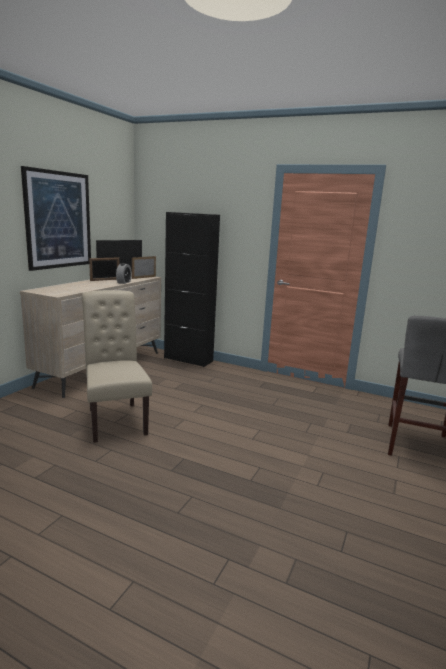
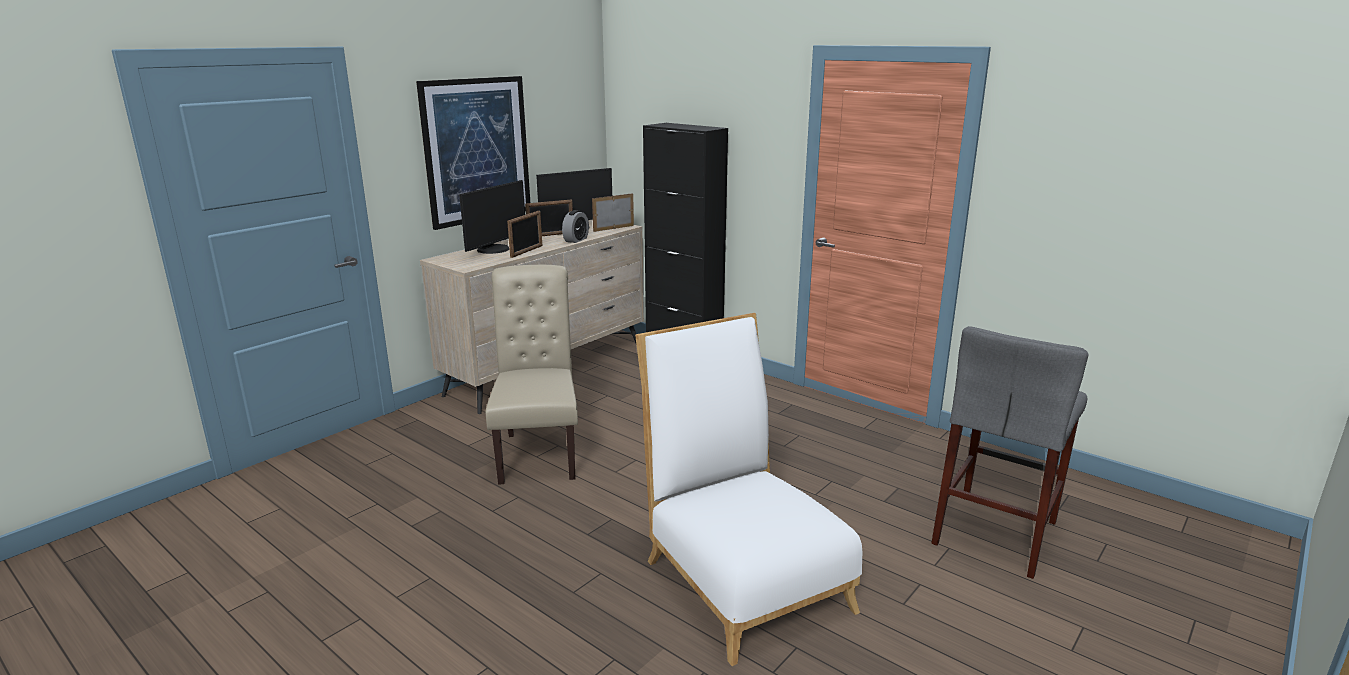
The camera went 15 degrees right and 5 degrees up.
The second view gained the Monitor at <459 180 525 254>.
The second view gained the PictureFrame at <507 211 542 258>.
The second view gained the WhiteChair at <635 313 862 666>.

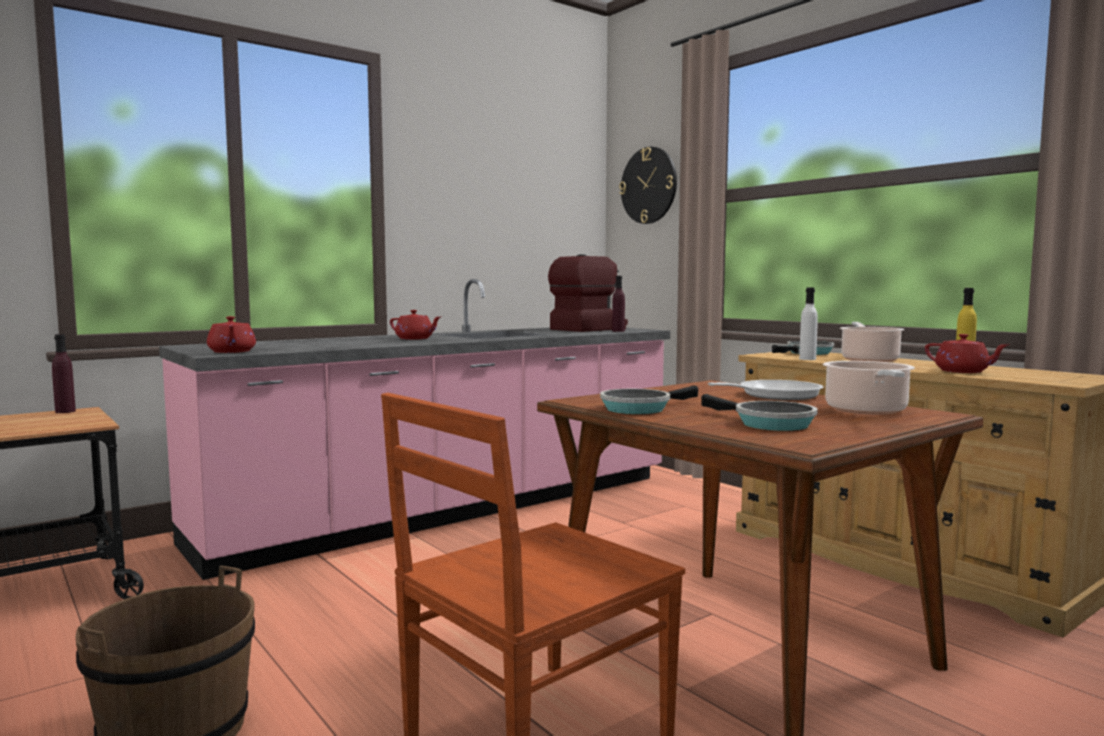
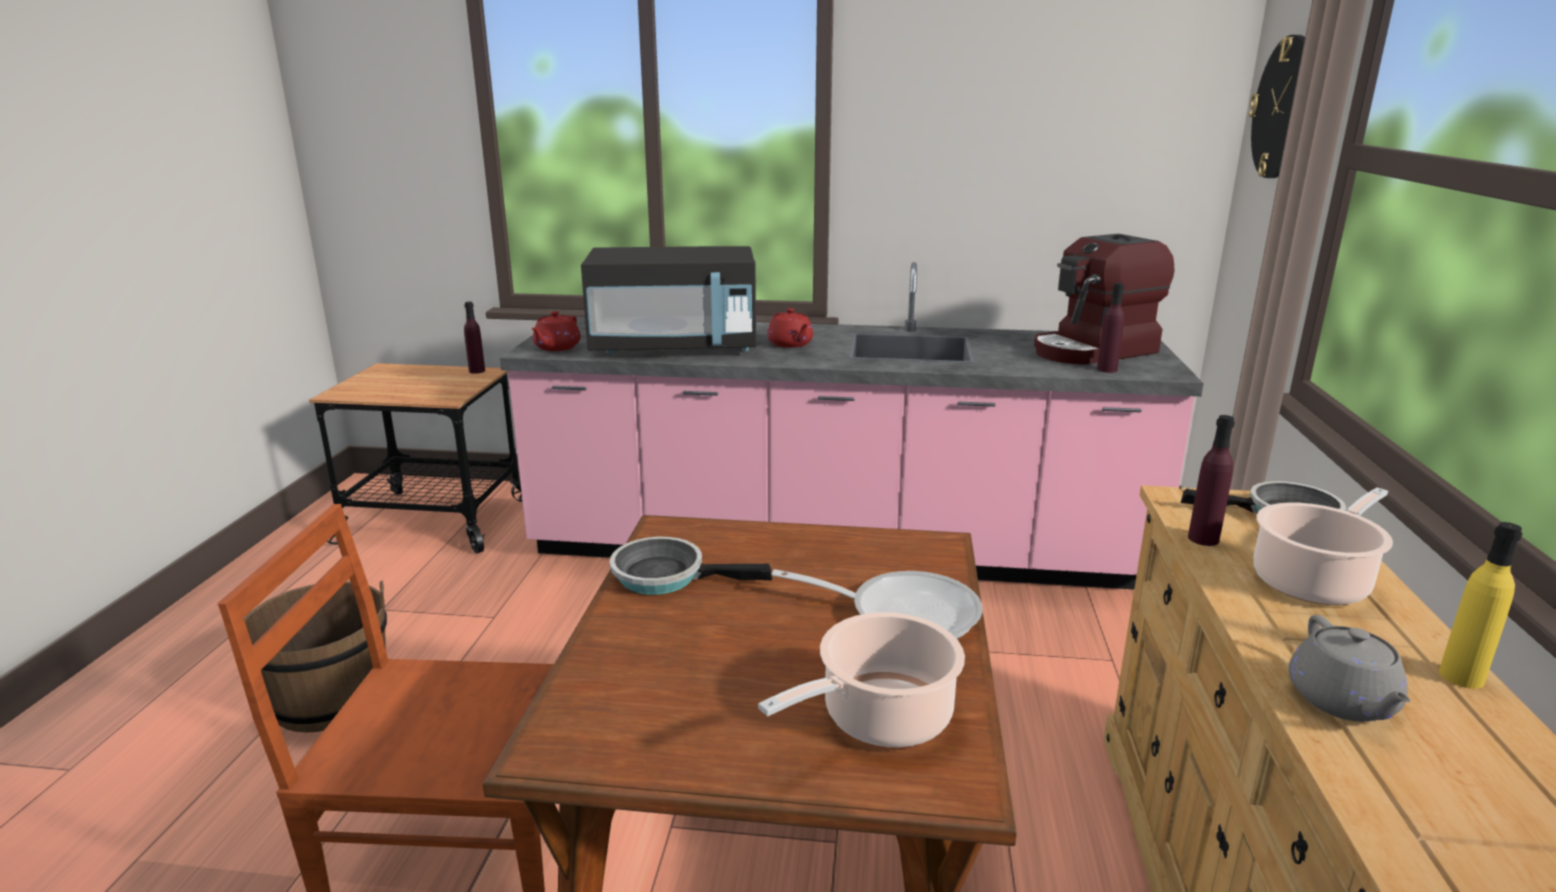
The camera went 45 degrees right and 15 degrees up.
The CoffeeMachine at <548 254 628 332> ended up facing another way, 150 degrees clockwise from before.
What was the WhiteBottle at <799 287 818 360> turned into the PurpleBottle at <1188 415 1235 546>.
What was the RedTeapot at <925 334 1008 373> turned into the GreyTeapot at <1288 615 1411 722>.
The second view lost the FryingPan at <701 394 818 431>.
The second view gained the BlackMicrowave at <581 246 756 354>.

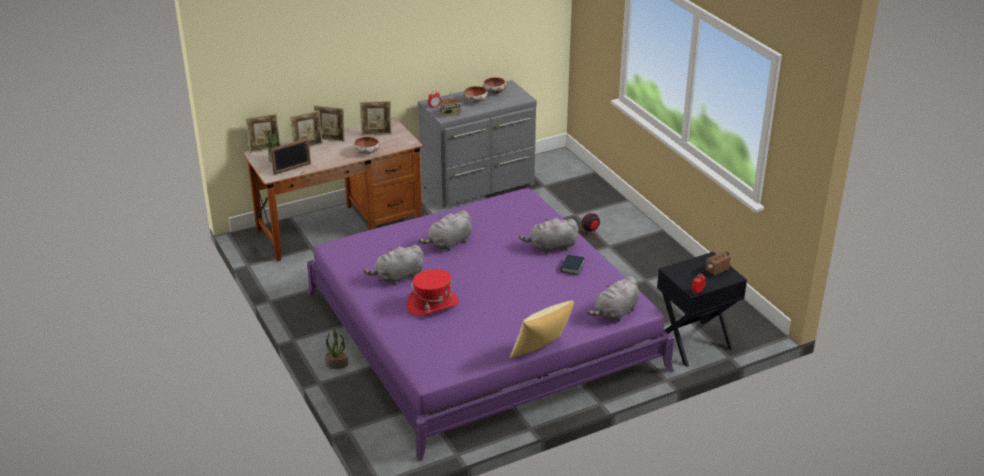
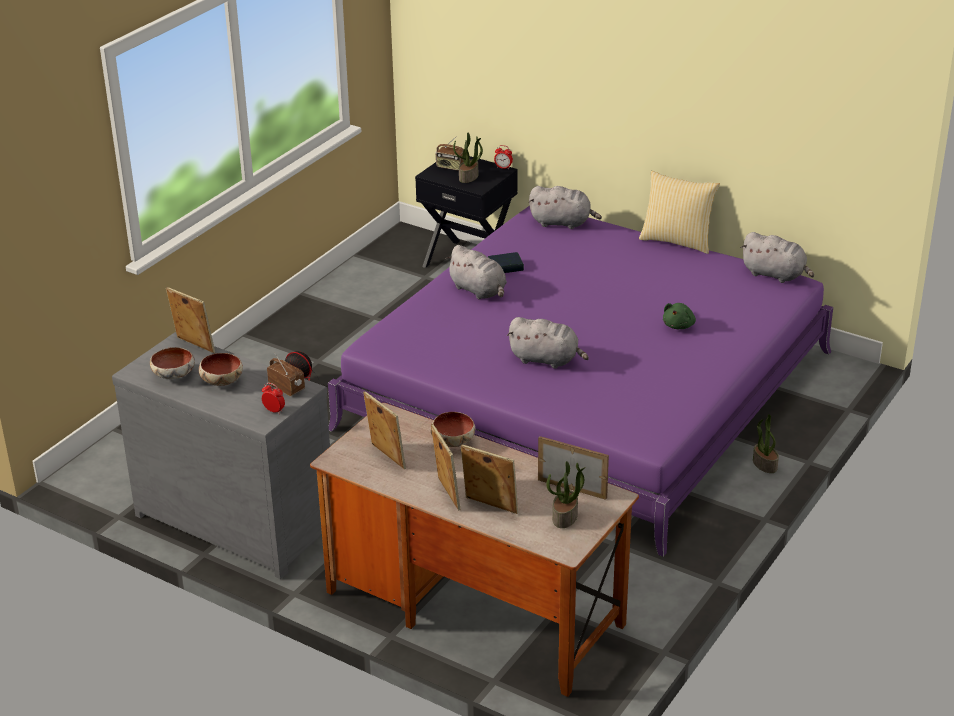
The camera went 120 degrees left and 0 degrees up.
The PictureFrame ended up elsewhere, having gone from <246 114 280 153> to <166 287 215 353>.
The GreyPlushToy ended up elsewhere, having gone from <364 245 424 285> to <741 232 814 283>.
Where the RedHat stood at <406 269 459 316>, the GreenPlushToy came to stand at <663 303 696 329>.
The second view gained the PottedPlant at <453 133 483 183>.

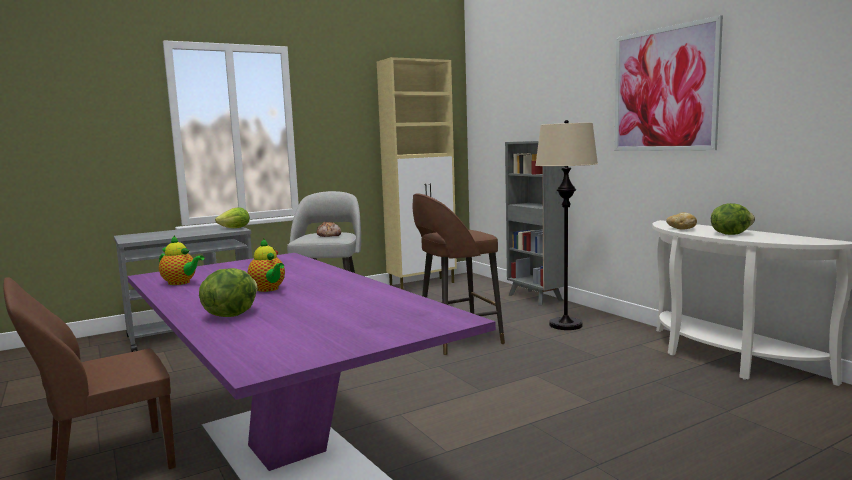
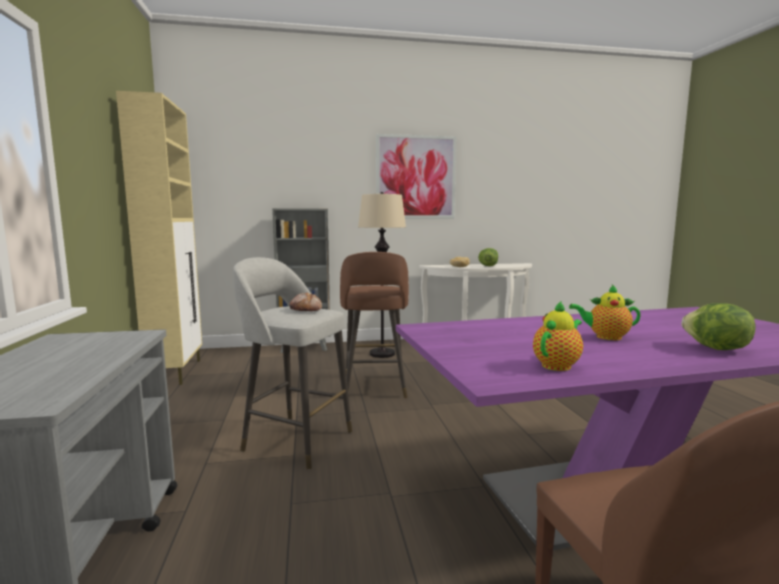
The camera went 70 degrees left and 0 degrees up.
The second view lost the Lettuce at <215 207 250 228>.
The Teapot at <248 239 285 292> ended up facing another way, 150 degrees counterclockwise from before.

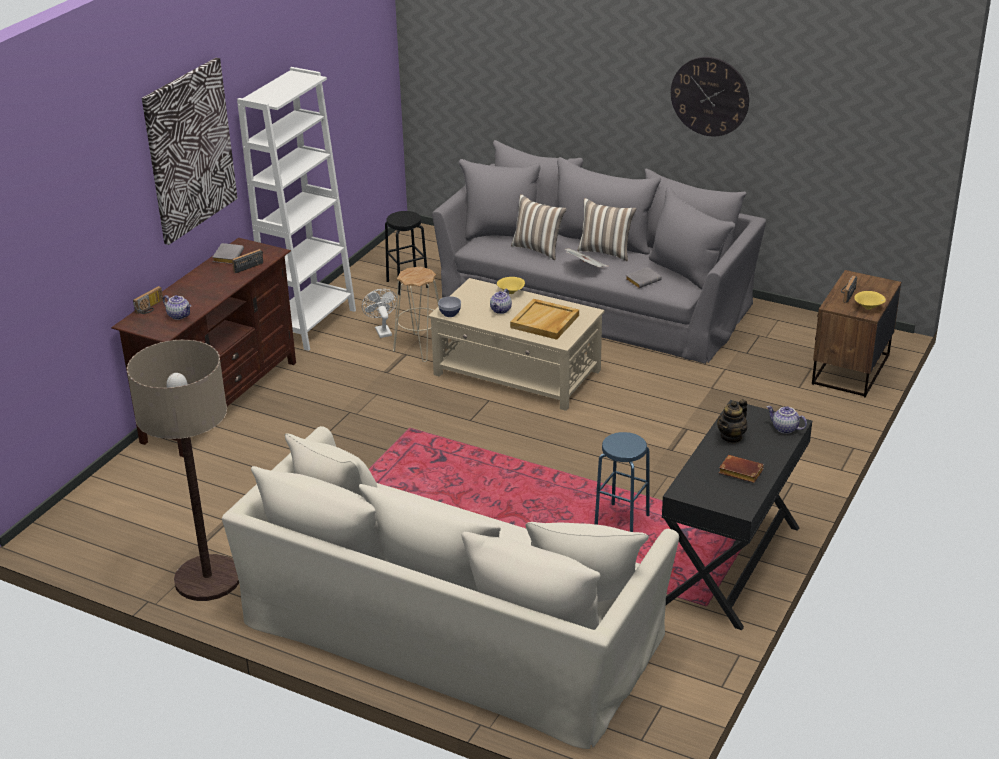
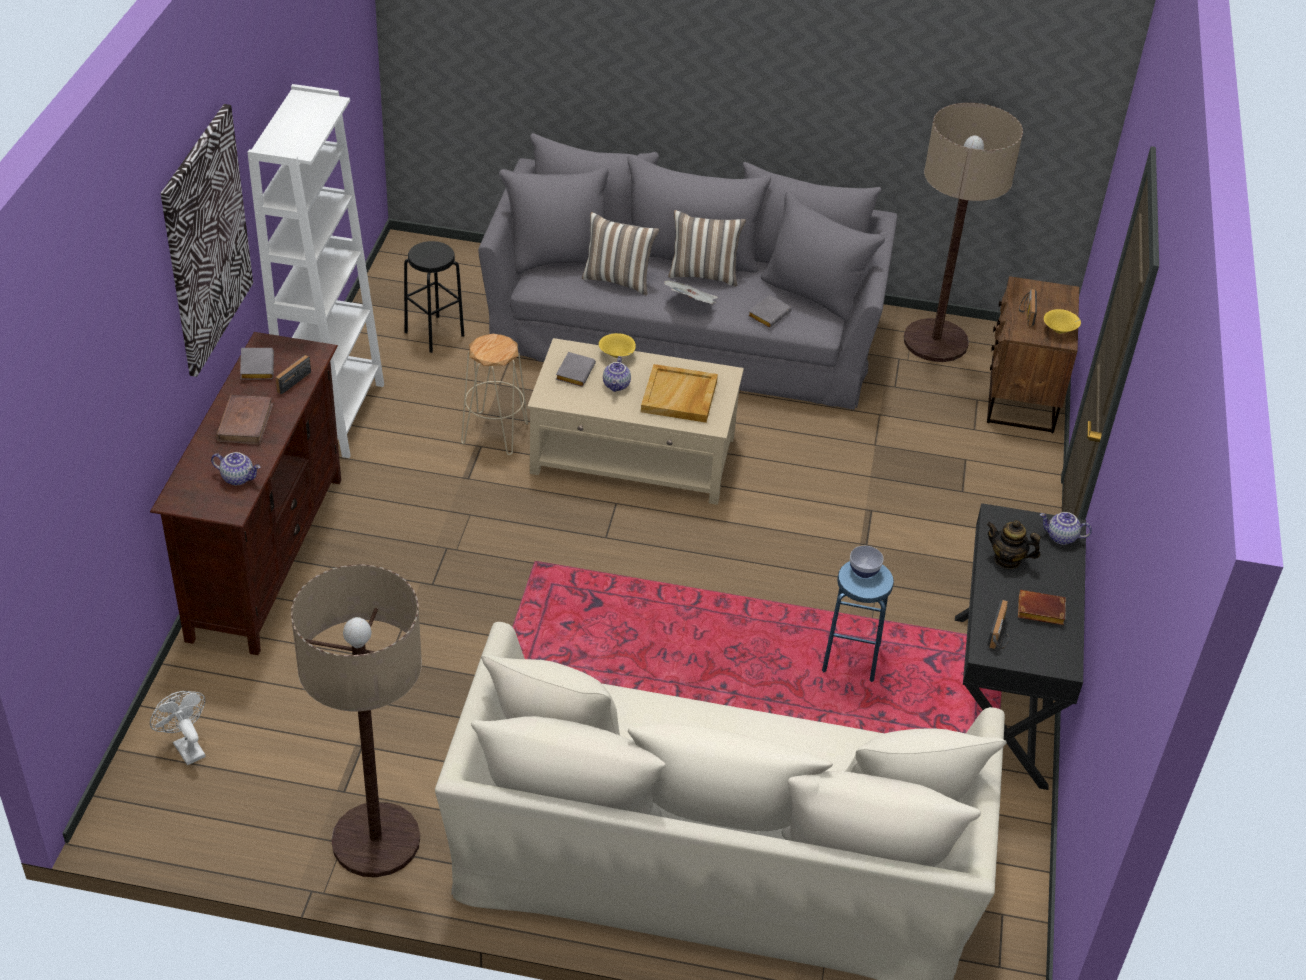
The camera went 20 degrees left and 10 degrees up.
The second view lost the WallClock at <671 57 749 136>.
The Radio ended up elsewhere, having gone from <133 286 163 314> to <987 600 1009 649>.
The WhiteFan ended up elsewhere, having gone from <362 289 397 338> to <150 691 206 765>.
The Bowl ended up elsewhere, having gone from <438 296 461 317> to <850 546 884 578>.
The Teapot at <717 399 747 444> ended up facing another way, 90 degrees clockwise from before.
The second view gained the FloorLamp at <904 103 1023 362>.
The second view gained the GreyBook at <556 352 596 387>.
The second view gained the BrownBook at <216 395 274 445>.

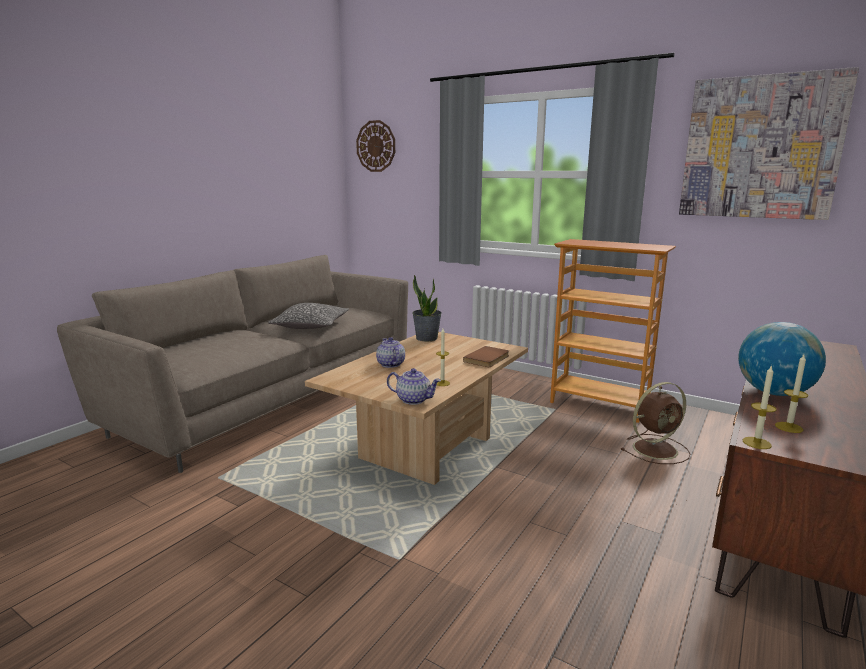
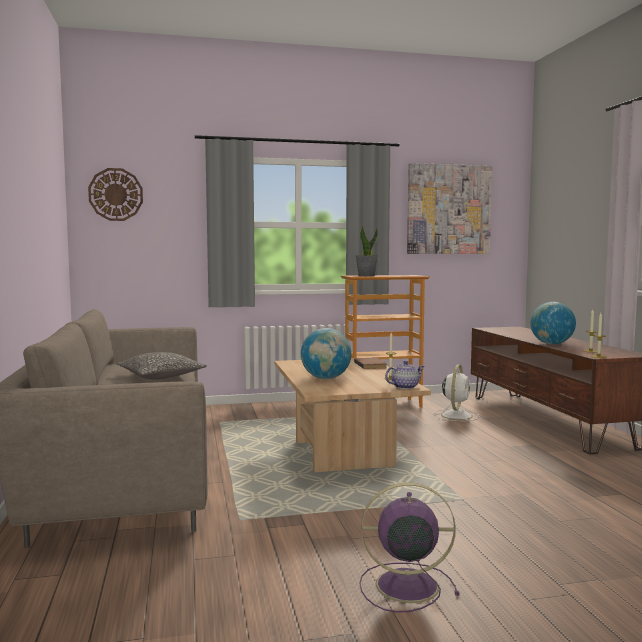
The camera went 45 degrees left and 10 degrees down.
The PottedPlant ended up elsewhere, having gone from <412 275 442 342> to <355 225 378 276>.
Where the Teapot stood at <376 337 405 368>, the Globe came to stand at <301 328 352 379>.
What was the BrownFan at <621 382 691 464> turned into the WhiteFan at <435 365 479 421>.
The second view gained the PurpleFan at <359 483 459 613>.

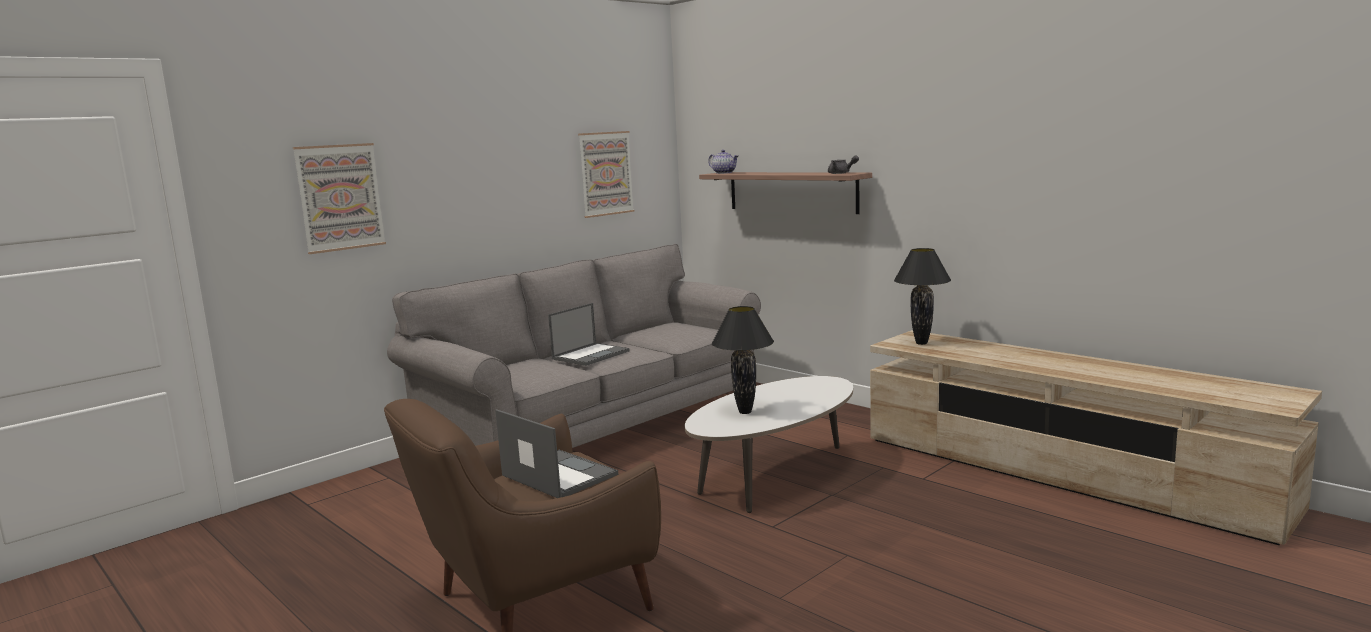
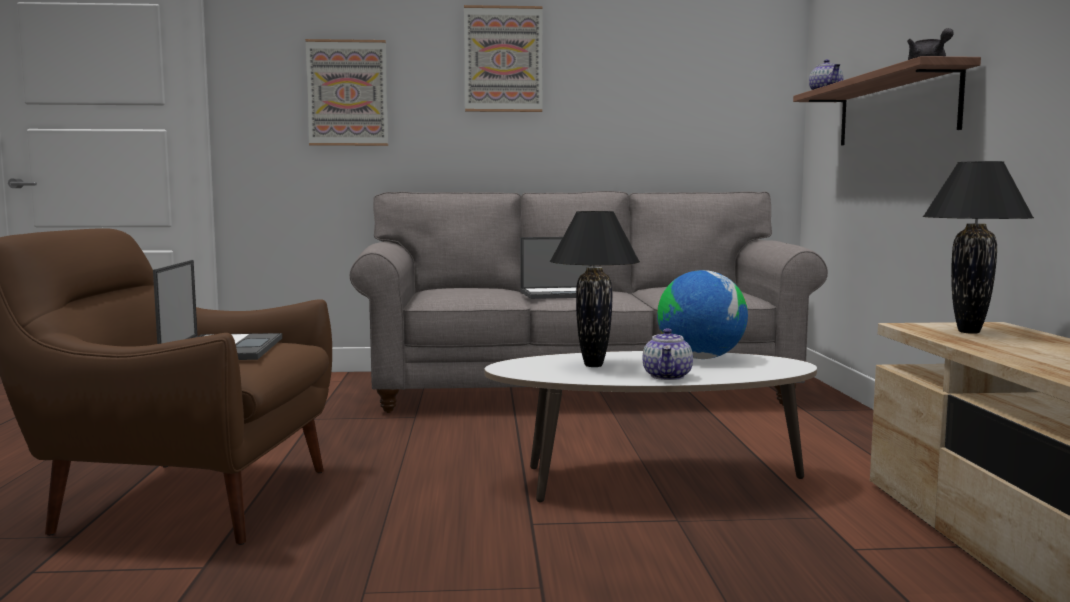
The camera went 40 degrees right and 5 degrees down.
The Picture ended up elsewhere, having gone from <578 131 635 218> to <464 5 543 112>.
The second view gained the Globe at <657 270 748 359>.
The second view gained the Teapot at <643 328 693 380>.

